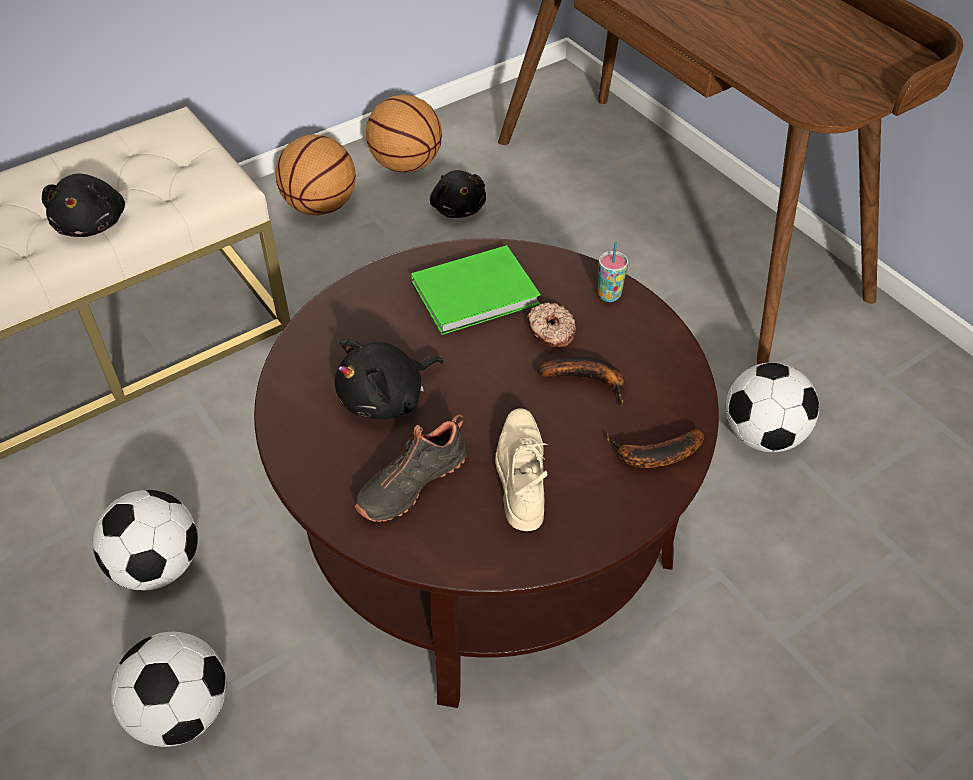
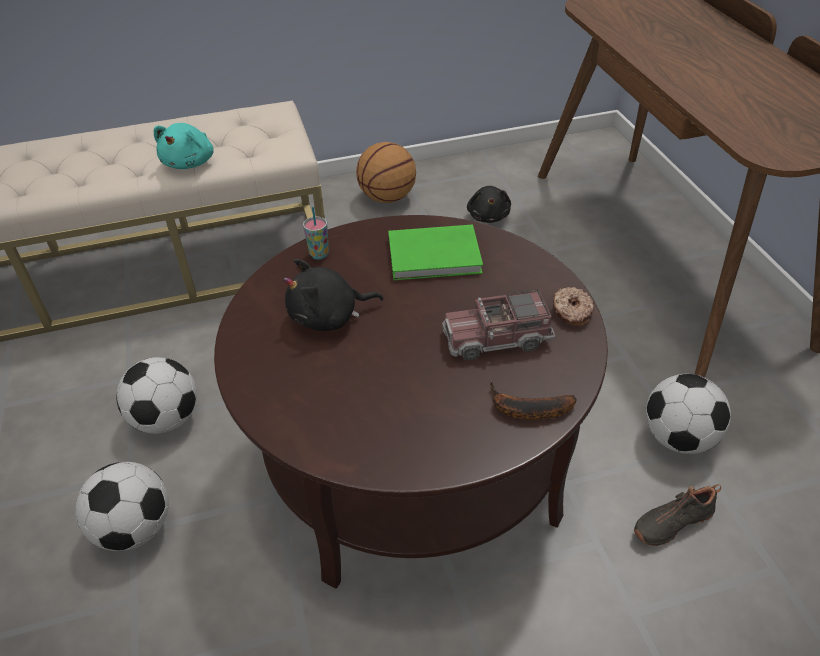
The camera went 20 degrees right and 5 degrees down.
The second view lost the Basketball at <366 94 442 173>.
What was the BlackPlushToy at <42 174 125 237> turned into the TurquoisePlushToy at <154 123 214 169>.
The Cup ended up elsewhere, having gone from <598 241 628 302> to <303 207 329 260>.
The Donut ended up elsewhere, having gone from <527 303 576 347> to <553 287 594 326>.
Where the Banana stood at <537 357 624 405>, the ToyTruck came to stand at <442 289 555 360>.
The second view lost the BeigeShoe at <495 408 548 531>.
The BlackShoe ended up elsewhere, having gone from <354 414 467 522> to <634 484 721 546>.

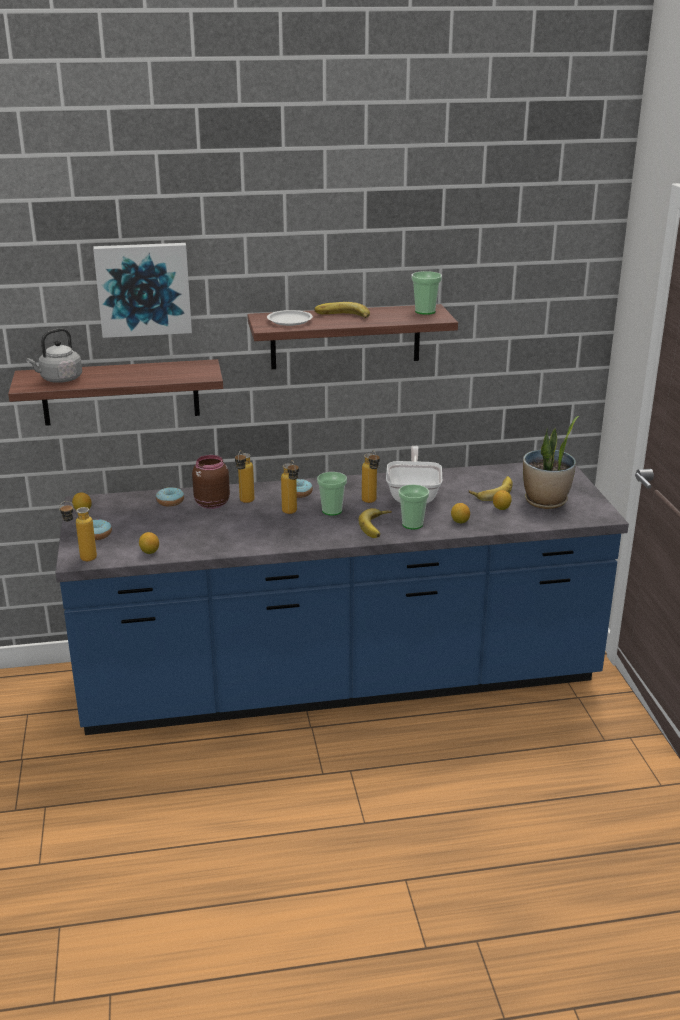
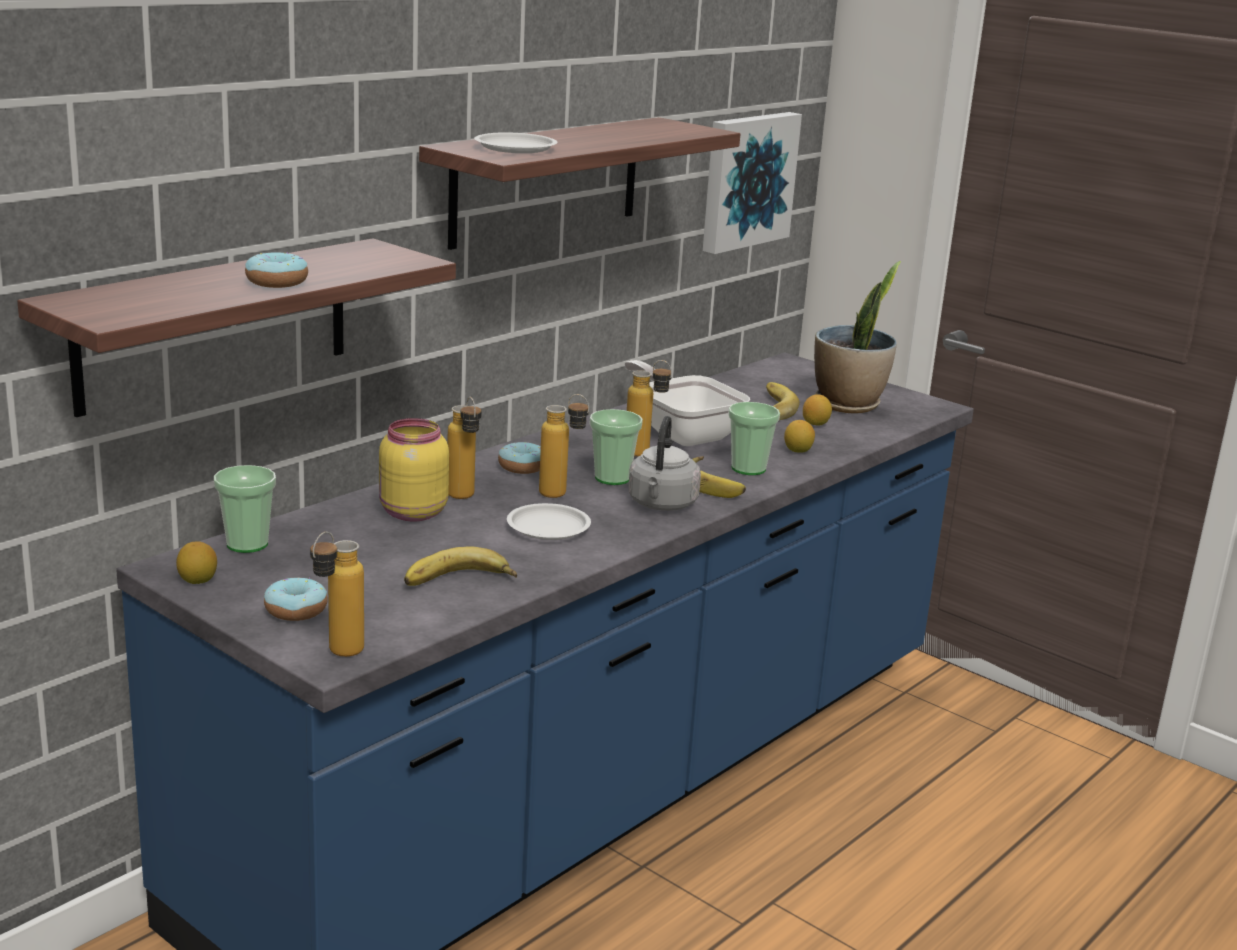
The camera went 40 degrees left and 5 degrees down.
The Picture ended up elsewhere, having gone from <93 243 192 338> to <703 112 802 254>.
The Cup ended up elsewhere, having gone from <412 271 442 315> to <214 465 276 553>.
The Banana ended up elsewhere, having gone from <314 302 370 318> to <404 546 517 586>.
The GreyKettle ended up elsewhere, having gone from <26 328 82 383> to <628 416 701 511>.
What was the BrownJar at <192 455 230 509> turned into the YellowJar at <379 418 449 521>.
The Donut ended up elsewhere, having gone from <156 487 184 507> to <245 252 308 288>.
The second view lost the Lemon at <139 532 159 554>.
The second view gained the WhitePlate at <507 503 591 540>.

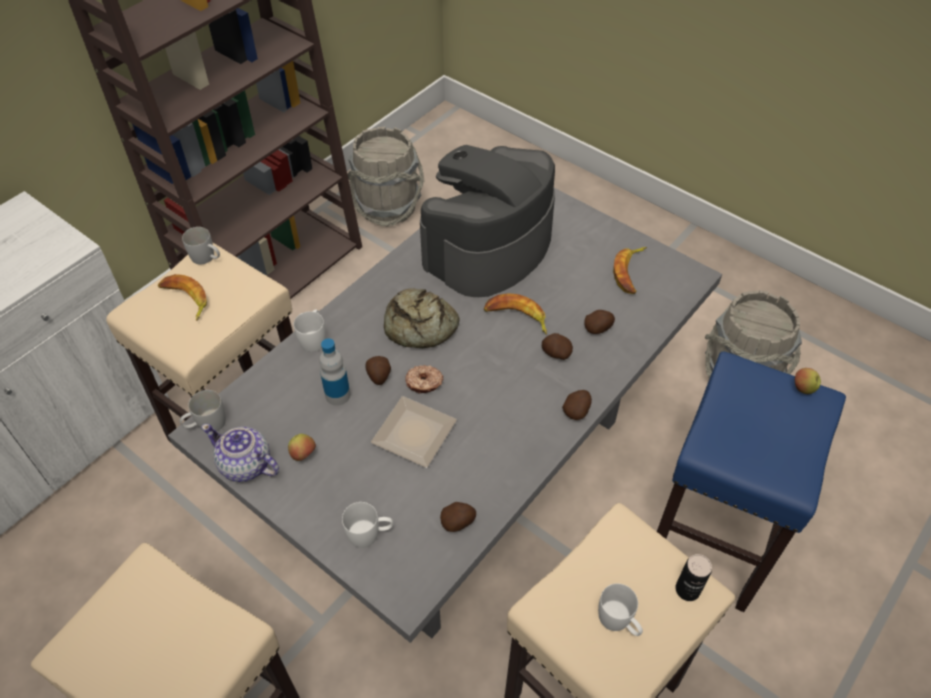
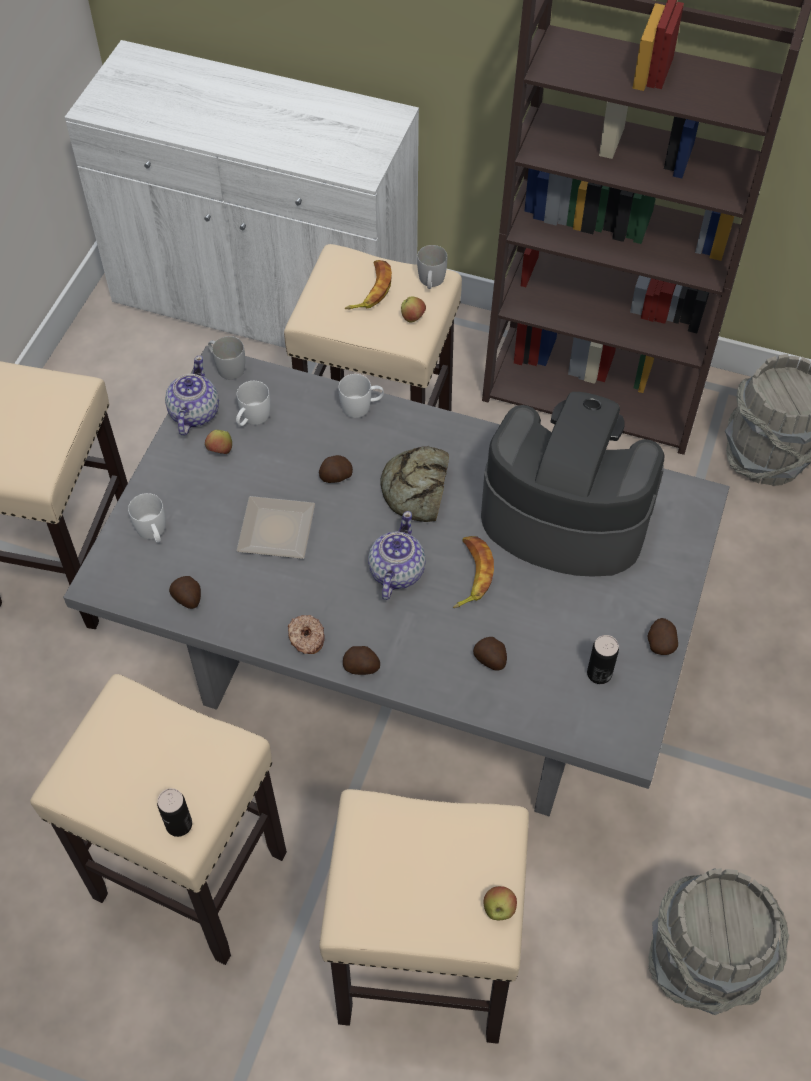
The camera went 70 degrees right and 5 degrees up.
Where the Banana stood at <613 247 647 294>, the Can came to stand at <587 635 619 684>.
The Potato ended up elsewhere, having gone from <542 333 573 360> to <647 618 678 655>.
The second view lost the Bottle at <319 339 350 406>.
What was the BlueStool at <657 351 846 612> turned into the BeigeStool at <319 789 529 1044>.
The Donut ended up elsewhere, having gone from <405 365 443 394> to <288 615 325 654>.
The WhiteMug ended up elsewhere, having gone from <598 583 643 636> to <236 381 270 426>.
The second view gained the Apple at <401 296 426 323>.
The second view gained the Teapot at <368 511 426 600>.

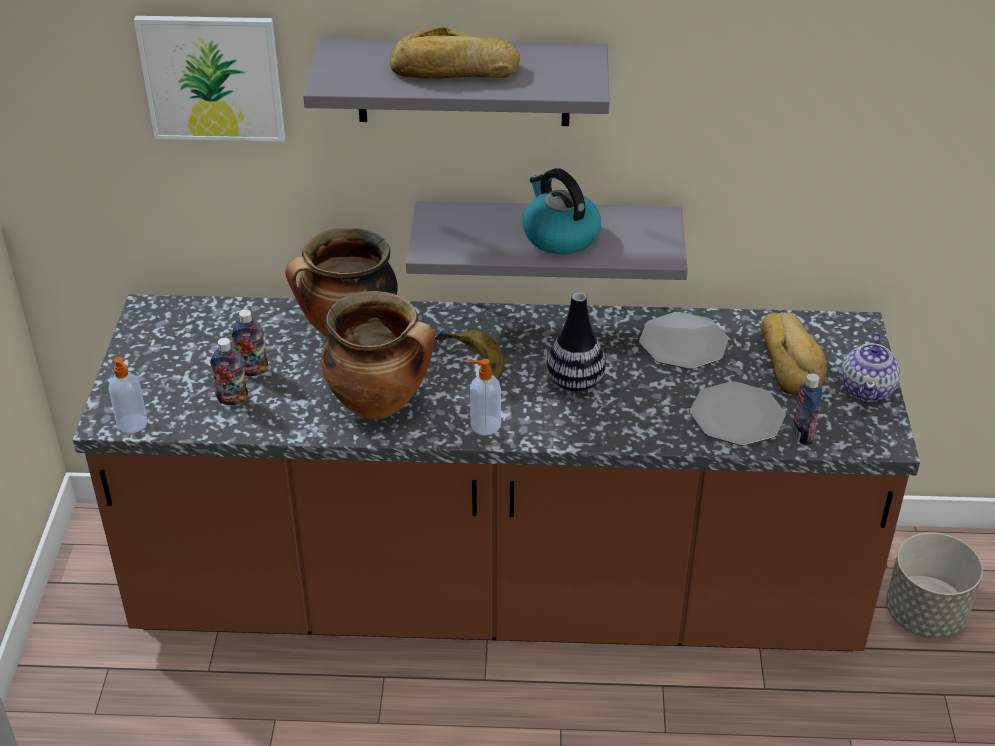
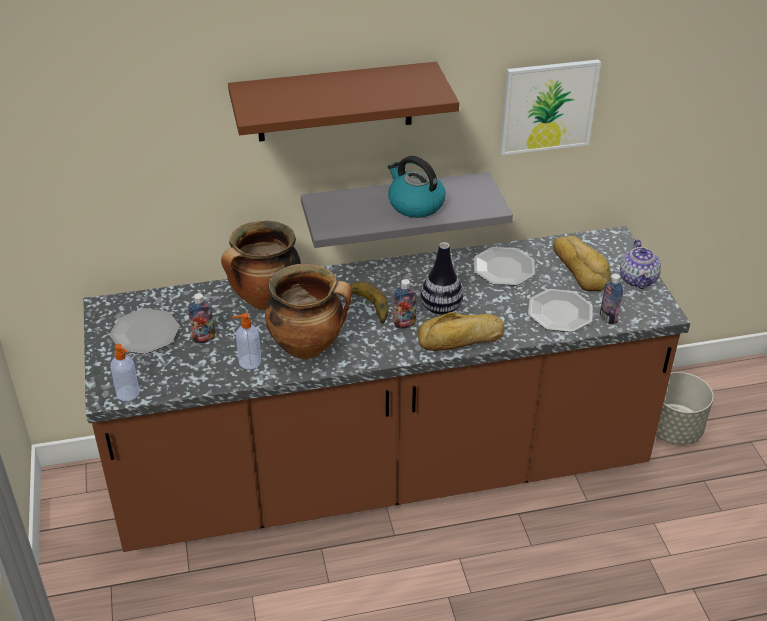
The camera went 15 degrees left and 0 degrees up.
The Picture ended up elsewhere, having gone from <134 16 285 142> to <500 59 601 155>.
The Bread ended up elsewhere, having gone from <390 26 520 79> to <418 312 504 351>.
What was the GreyShelf at <303 38 610 126> turned into the BrownShelf at <228 62 459 142>.
The Bottle ended up elsewhere, having gone from <210 338 248 405> to <393 279 417 329>.
The SoapDispenser ended up elsewhere, having gone from <467 359 501 435> to <232 313 261 370>.
The second view gained the Plate at <110 308 180 354>.

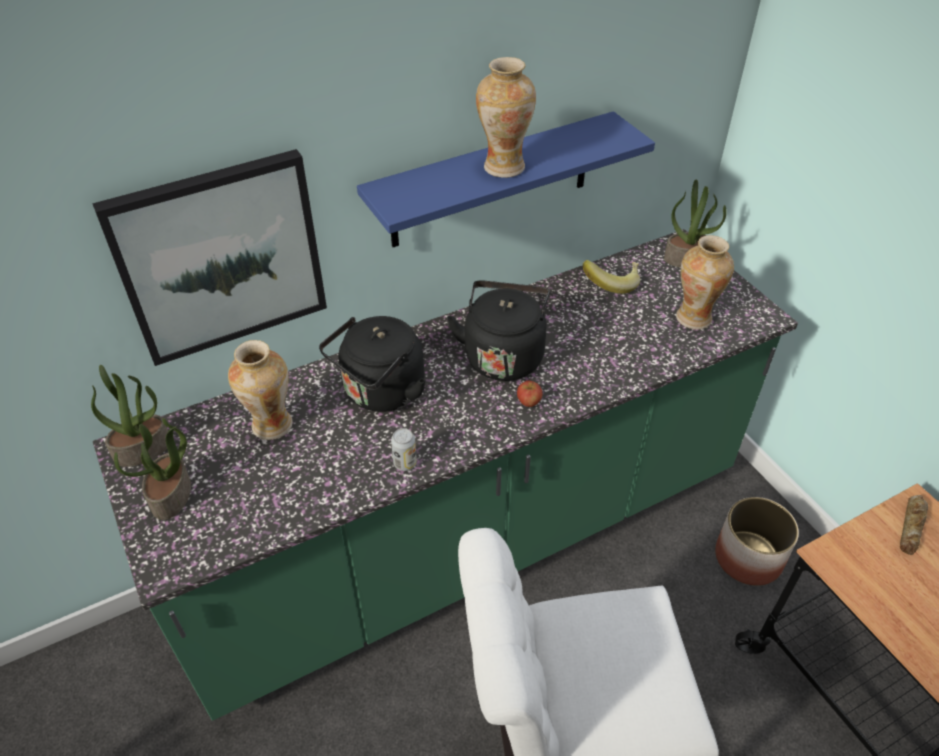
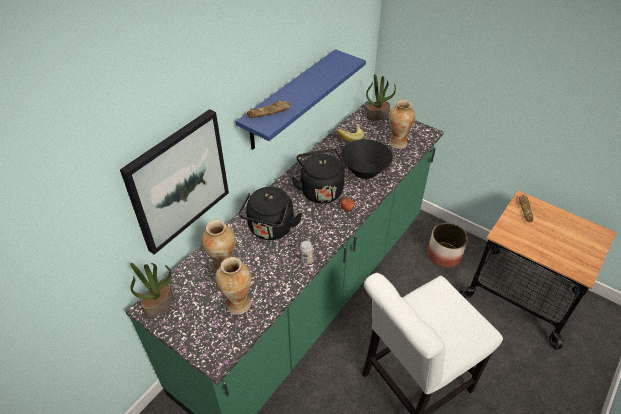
The camera went 25 degrees left and 0 degrees up.
The Vase ended up elsewhere, having gone from <476 57 536 178> to <215 257 251 315>.
The second view lost the PottedPlant at <114 418 191 520>.
The second view gained the Bread at <247 101 291 118>.
The second view gained the BlackBowl at <341 139 393 179>.

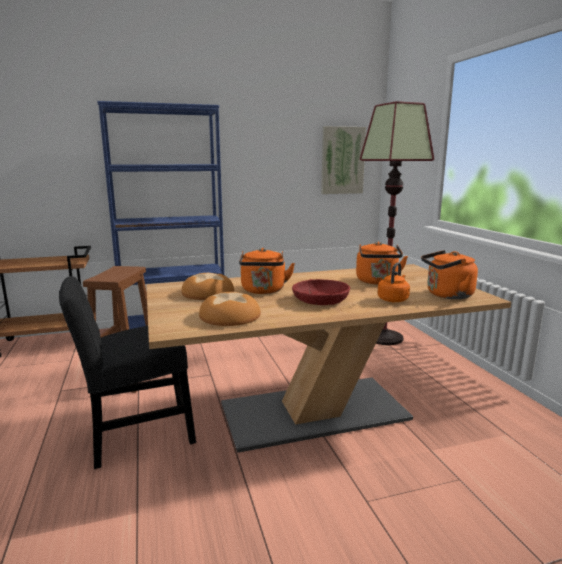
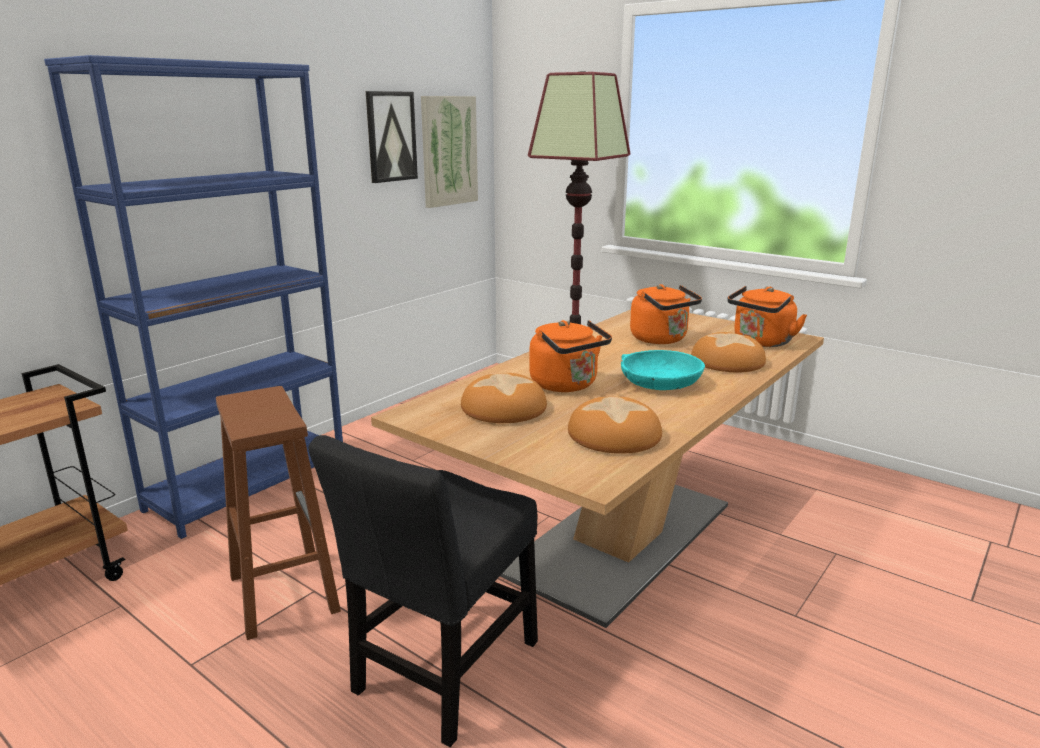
The camera went 35 degrees left and 5 degrees up.
Where the OrangeKettle stood at <377 262 410 302>, the Bread came to stand at <691 332 766 372>.
What was the RedBowl at <292 279 350 305> turned into the TurquoiseBowl at <621 350 705 390>.
The second view gained the Picture at <366 91 418 183>.

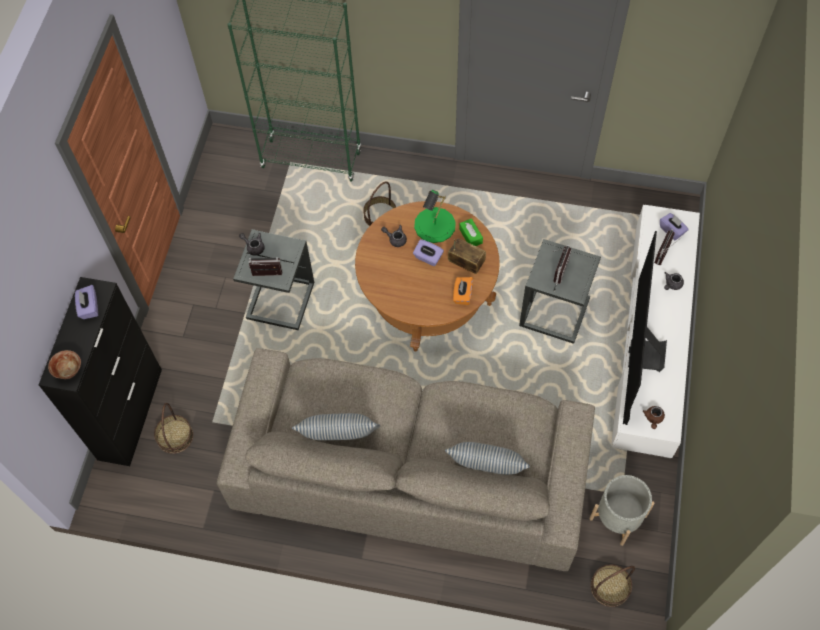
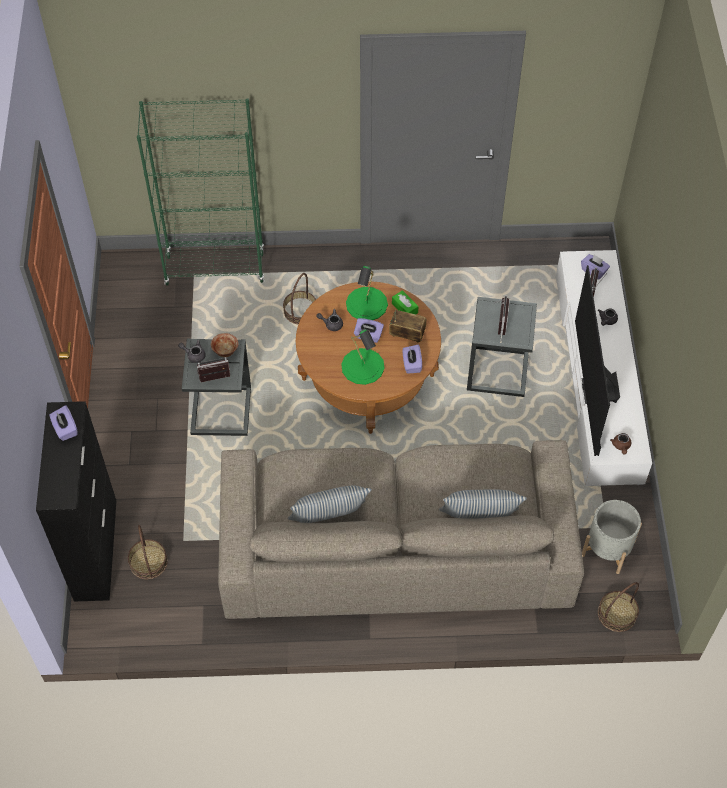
The camera went 15 degrees left and 5 degrees down.
What was the OrangeTissueBox at <453 277 473 305> turned into the PurpleTissueBox at <403 345 422 374>.
The Bowl ended up elsewhere, having gone from <48 350 81 379> to <211 333 239 357>.
The second view gained the GreenTableLamp at <341 329 385 385>.

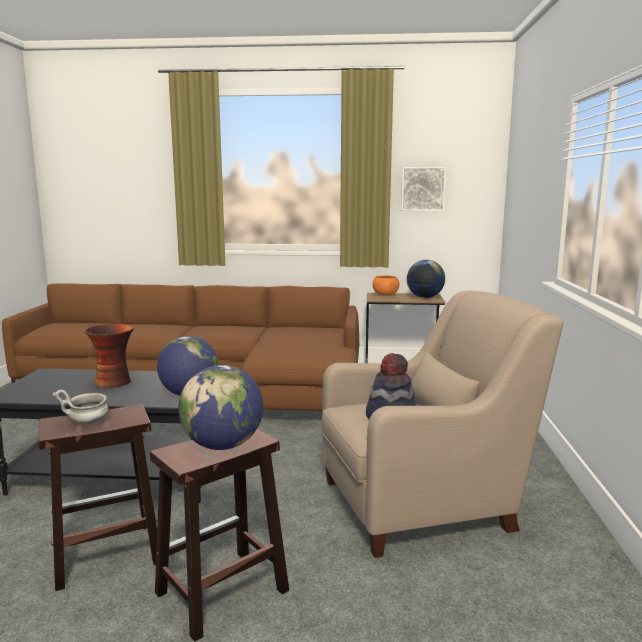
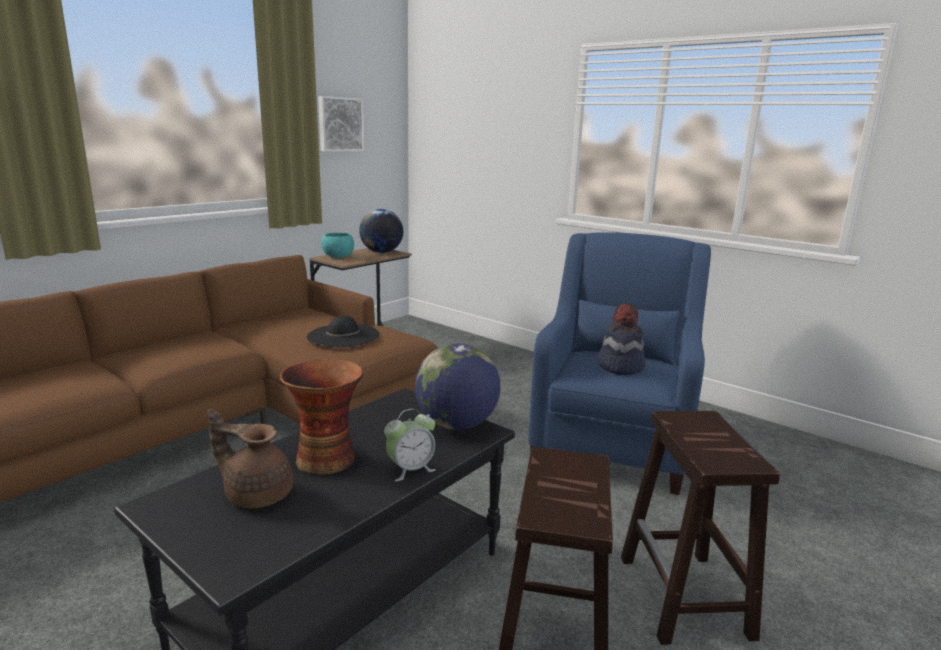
The camera went 55 degrees left and 5 degrees up.
What was the OrangeBowl at <372 275 400 296> turned into the TurquoiseBowl at <321 233 354 258>.
What was the BeigeArmchair at <322 291 564 558> turned into the BlueArmchair at <528 232 711 495>.
The second view lost the Globe at <178 365 263 450>.
The second view lost the GreyBowl at <53 390 109 424>.
The second view gained the BlackHat at <306 315 380 348>.
The second view gained the BrownTeapot at <208 408 293 508>.
The second view gained the AlarmClock at <384 409 436 481>.

